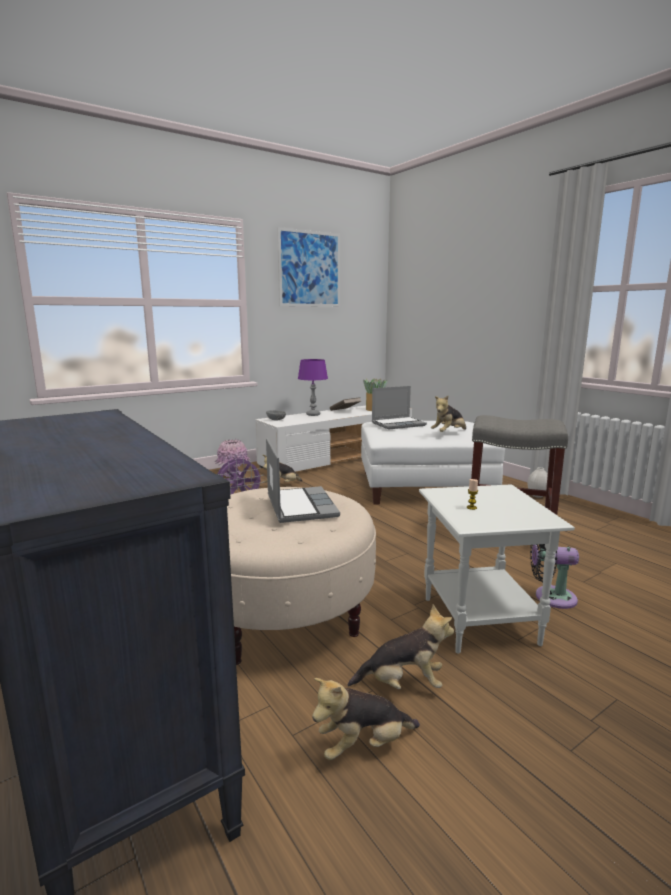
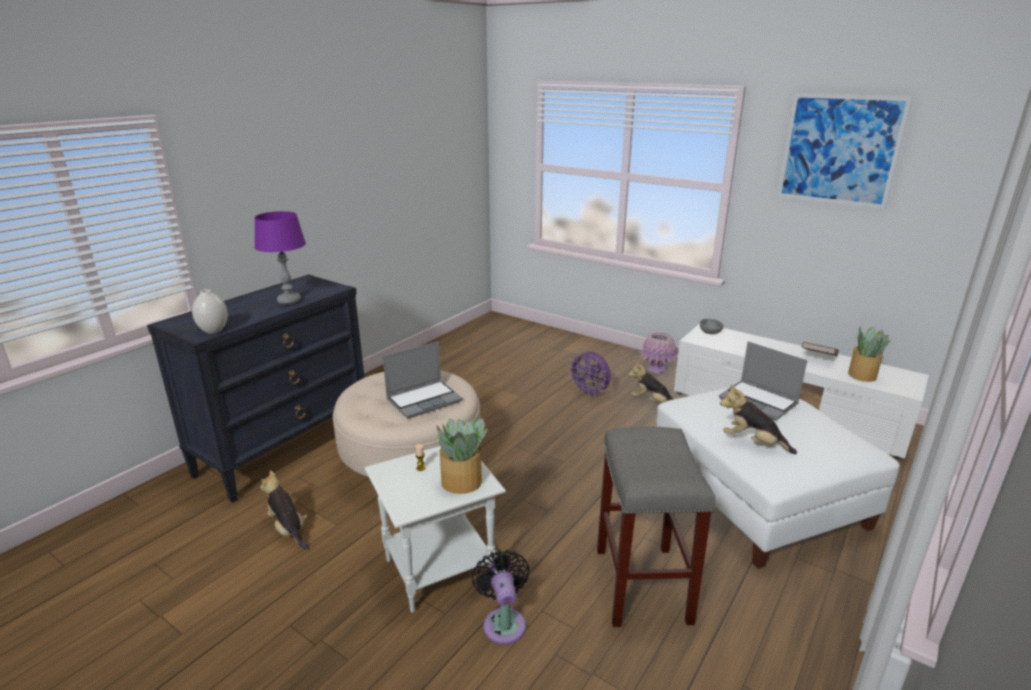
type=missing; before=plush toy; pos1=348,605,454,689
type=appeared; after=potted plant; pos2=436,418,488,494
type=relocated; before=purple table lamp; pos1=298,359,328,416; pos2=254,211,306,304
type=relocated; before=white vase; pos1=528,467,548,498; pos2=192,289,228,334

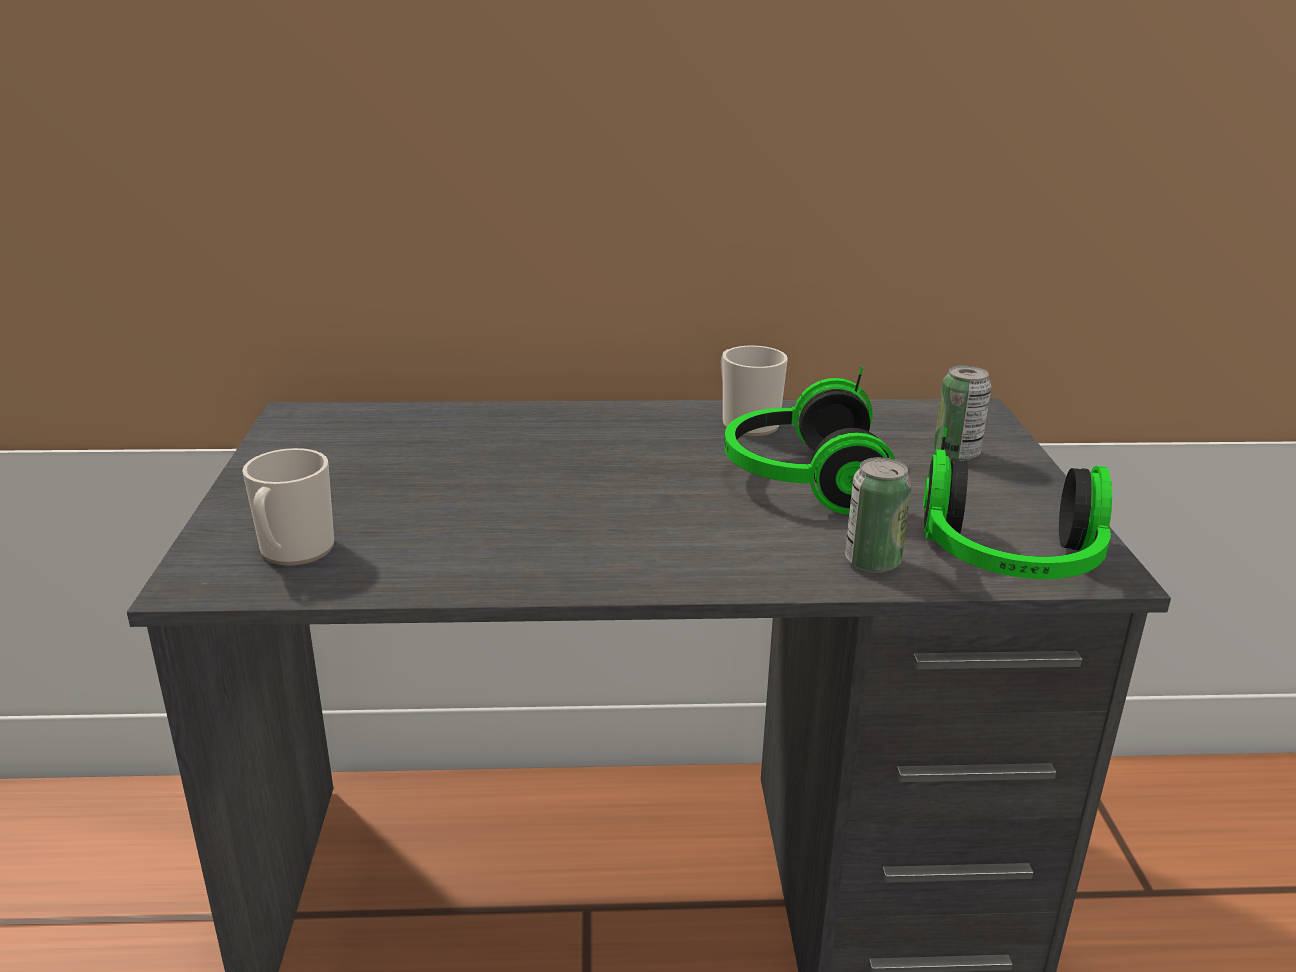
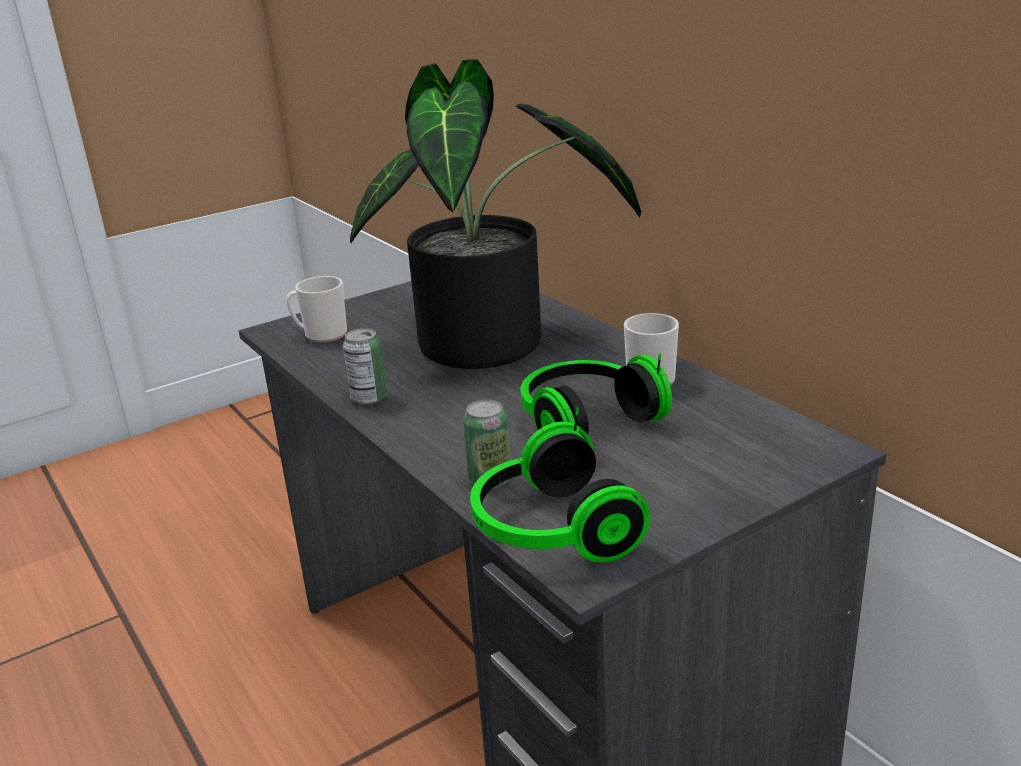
type=appeared; after=potted plant; pos2=350,59,641,369
type=relocated; before=can; pos1=934,365,991,461; pos2=343,328,387,405

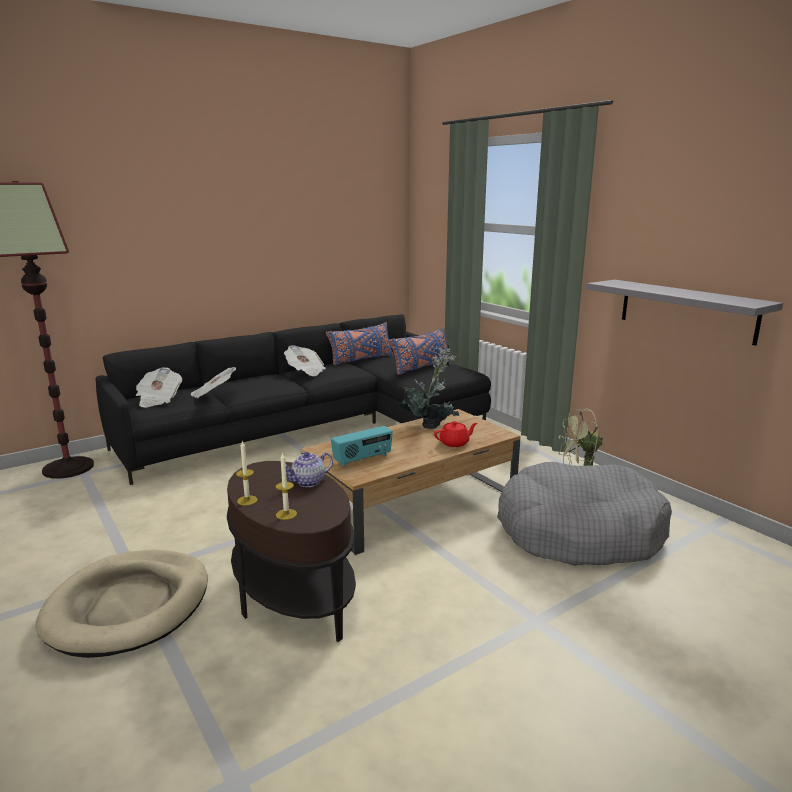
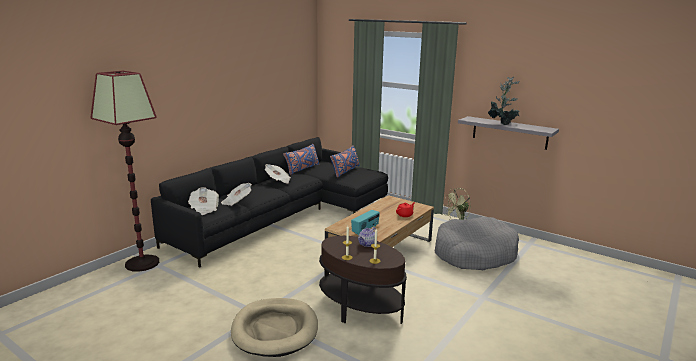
type=relocated; before=potted plant; pos1=399,347,460,429; pos2=488,77,520,125

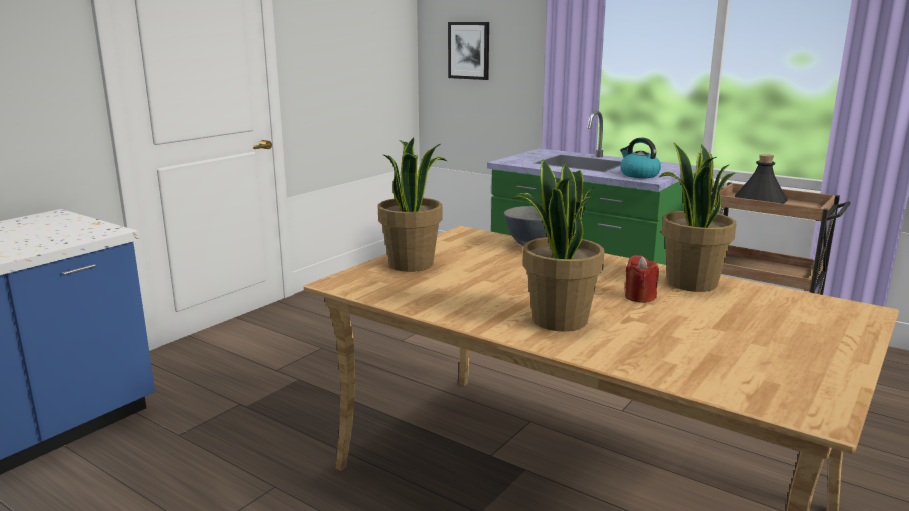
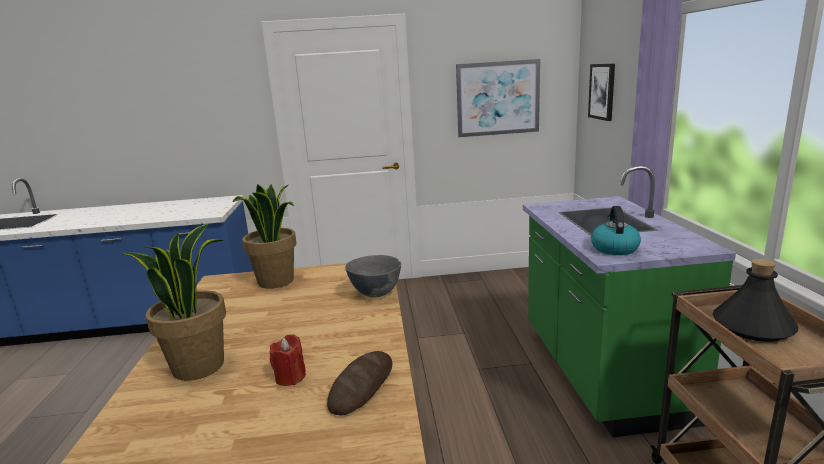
type=appeared; after=picture; pos2=456,59,540,137
type=exchanged; before=potted plant; after=bread; pos1=659,143,736,292; pos2=327,351,392,415

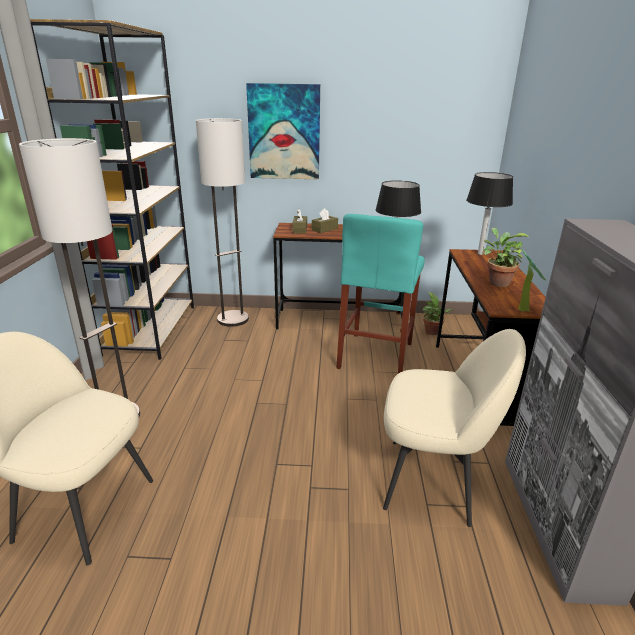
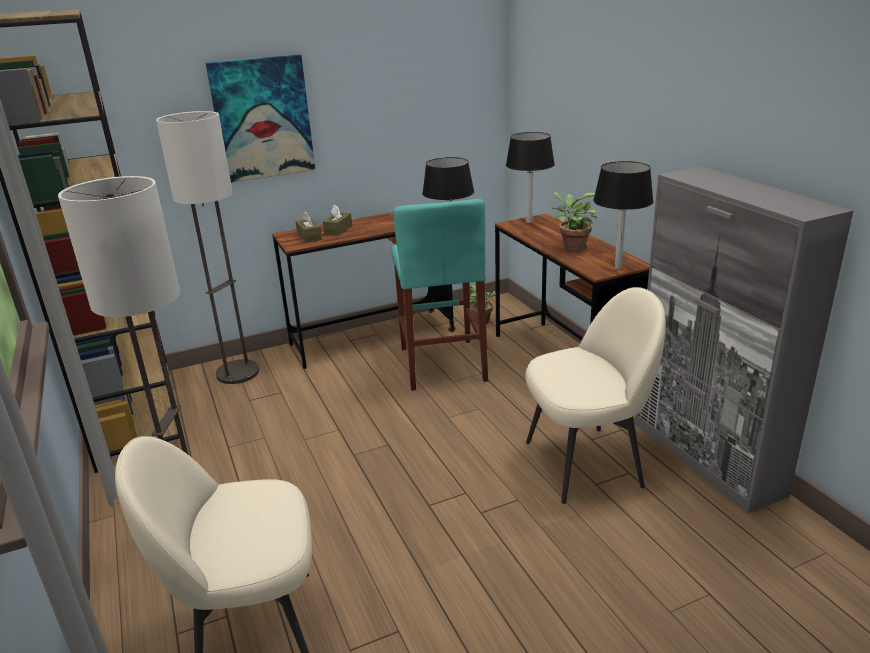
type=exchanged; before=potted plant; after=black table lamp; pos1=518,249,546,312; pos2=593,161,654,269

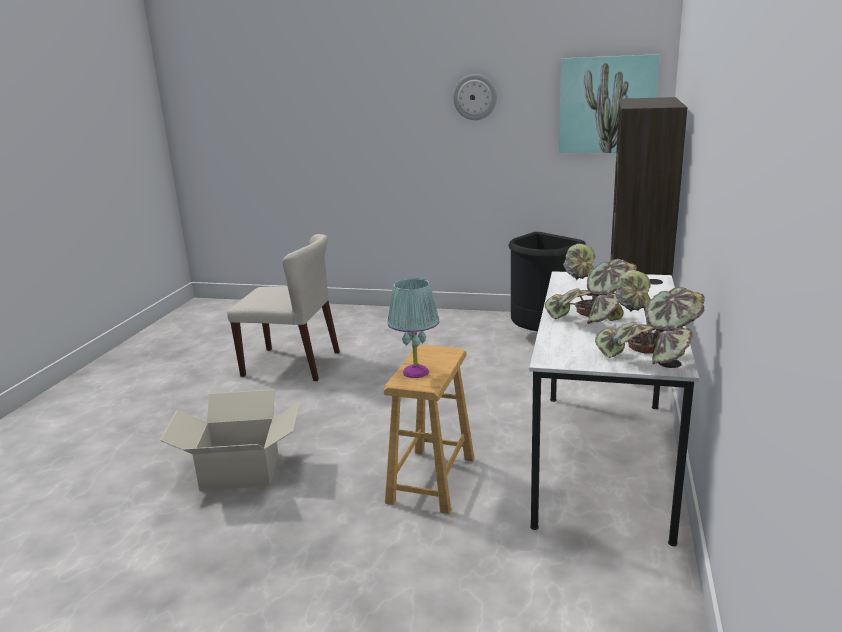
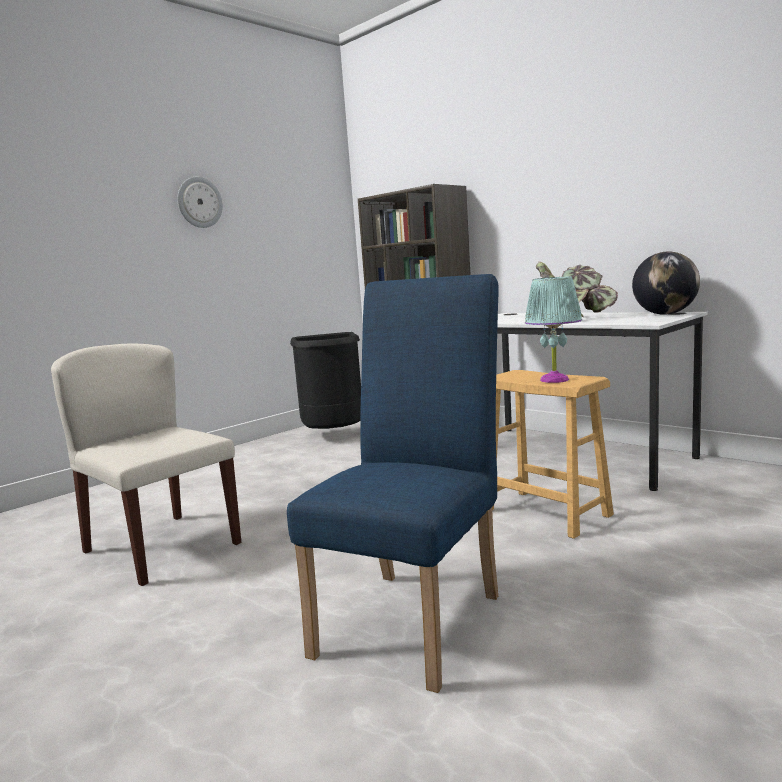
type=missing; before=picture; pos1=559,54,660,153
type=exchanged; before=cardboard box; after=blue chair; pos1=159,389,300,491; pos2=287,274,499,693
type=exchanged; before=potted plant; after=globe; pos1=595,270,705,365; pos2=632,252,700,315
type=spun; before=beige chair; pos1=227,234,340,381; pos2=51,344,241,586; turn=-90

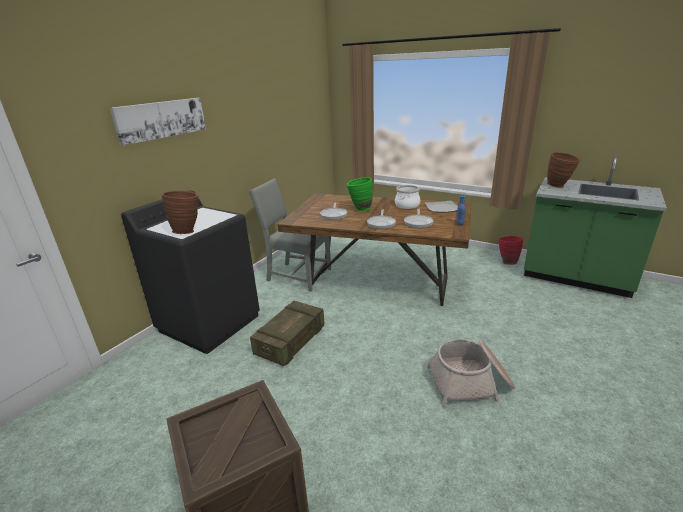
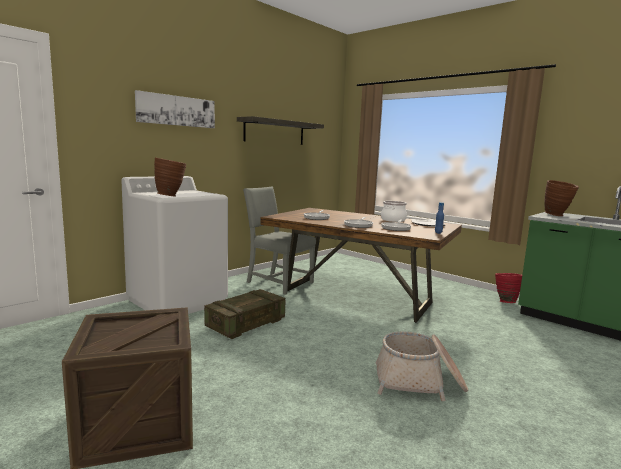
type=missing; before=green vase; pos1=347,177,373,212
type=appeared; after=shelf; pos2=237,116,324,145
type=colour; before=black washing machine; after=white washing machine; pos1=121,190,260,354; pos2=121,176,228,314

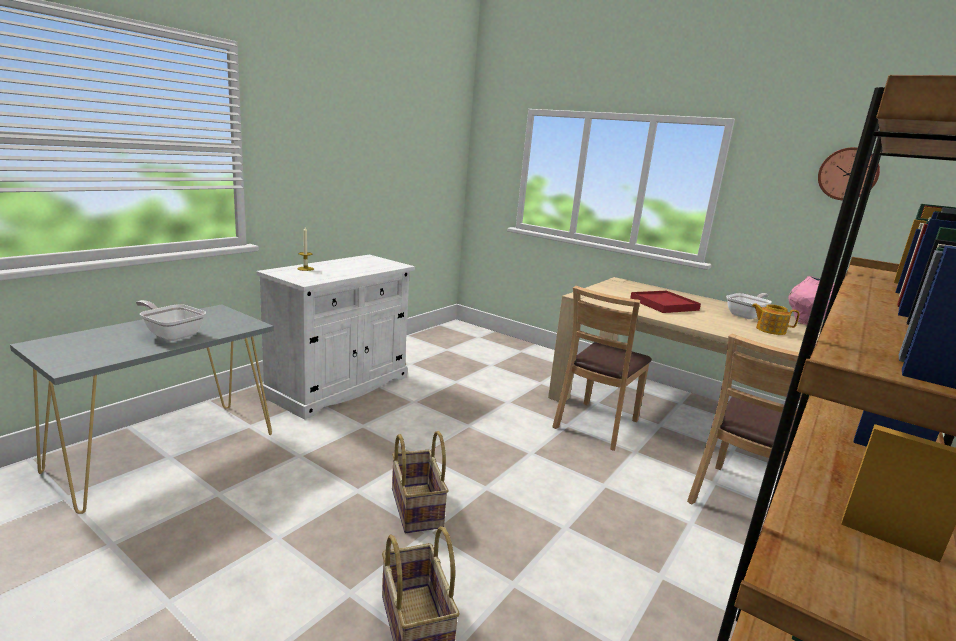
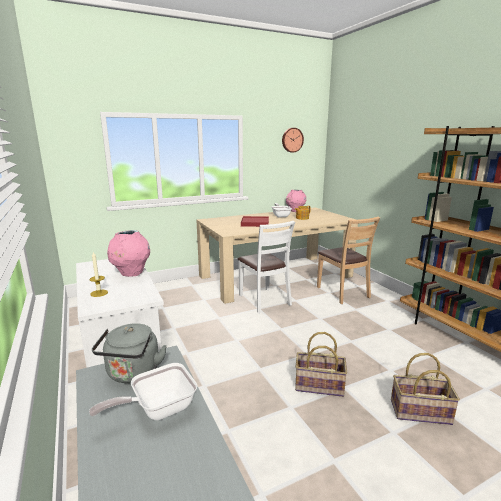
type=appeared; after=grey kettle; pos2=92,323,167,383
type=appeared; after=pink vase; pos2=107,230,150,277
type=colour; before=brown chair; after=white chair; pos1=552,286,652,451; pos2=238,221,295,314

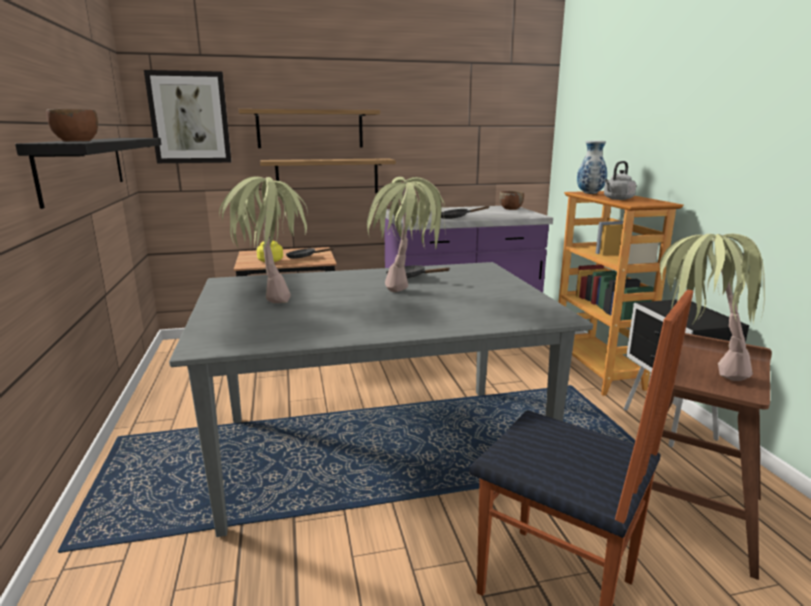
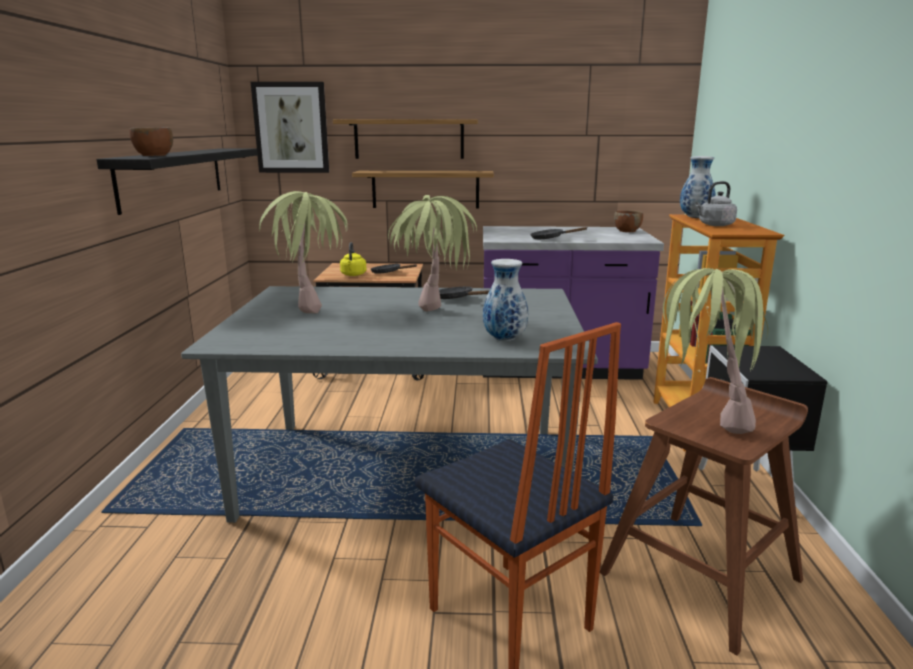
type=appeared; after=vase; pos2=483,259,528,341

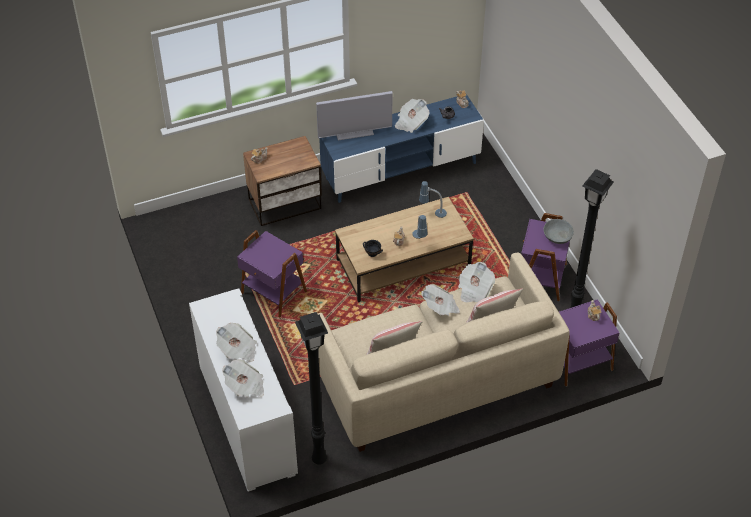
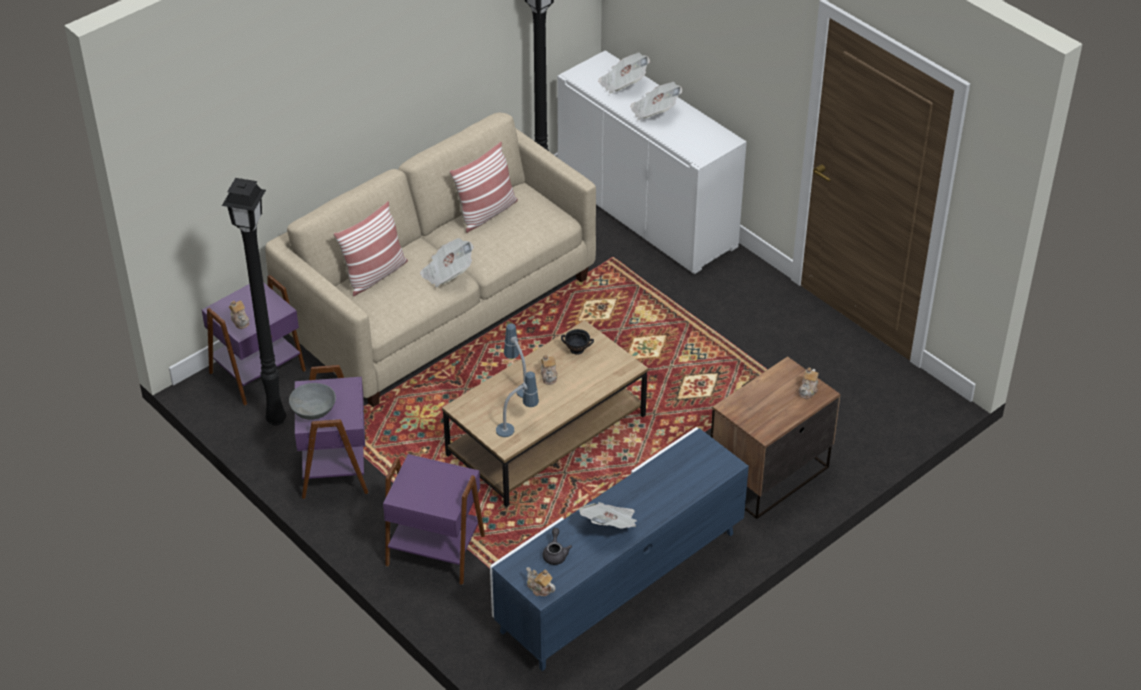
type=missing; before=television; pos1=316,91,393,140
type=missing; before=newspaper; pos1=458,262,495,302
type=relocated; before=purple side table; pos1=237,230,307,317; pos2=383,454,485,585

